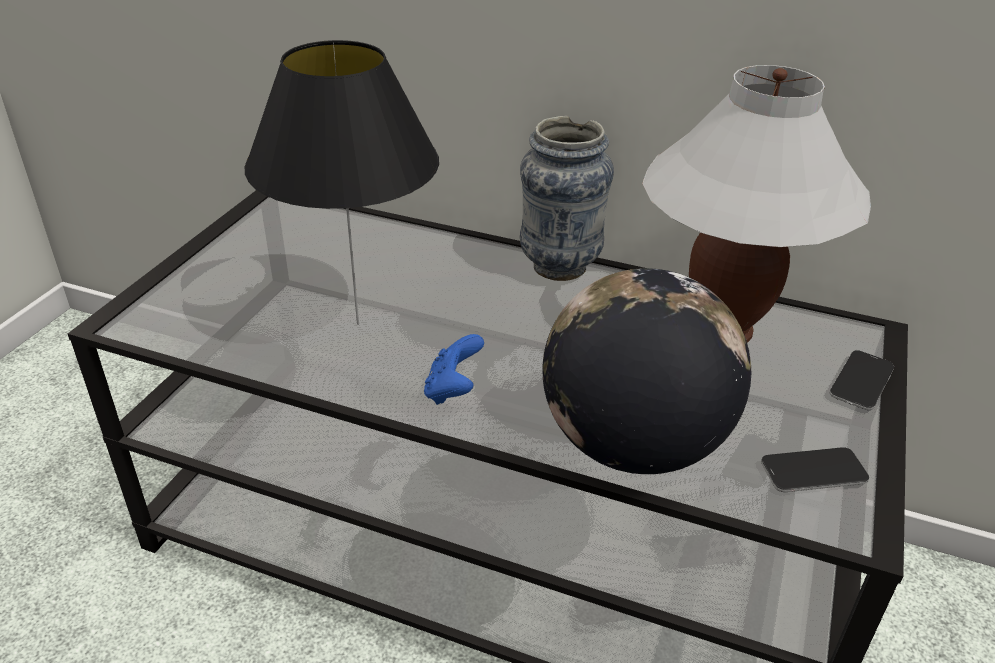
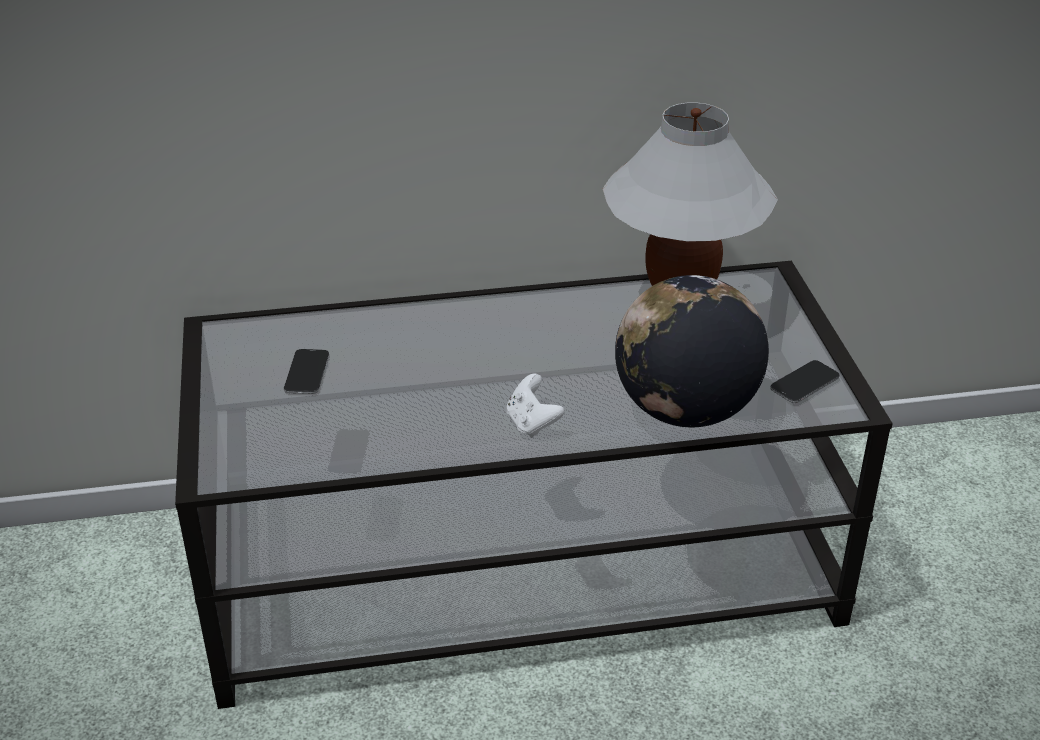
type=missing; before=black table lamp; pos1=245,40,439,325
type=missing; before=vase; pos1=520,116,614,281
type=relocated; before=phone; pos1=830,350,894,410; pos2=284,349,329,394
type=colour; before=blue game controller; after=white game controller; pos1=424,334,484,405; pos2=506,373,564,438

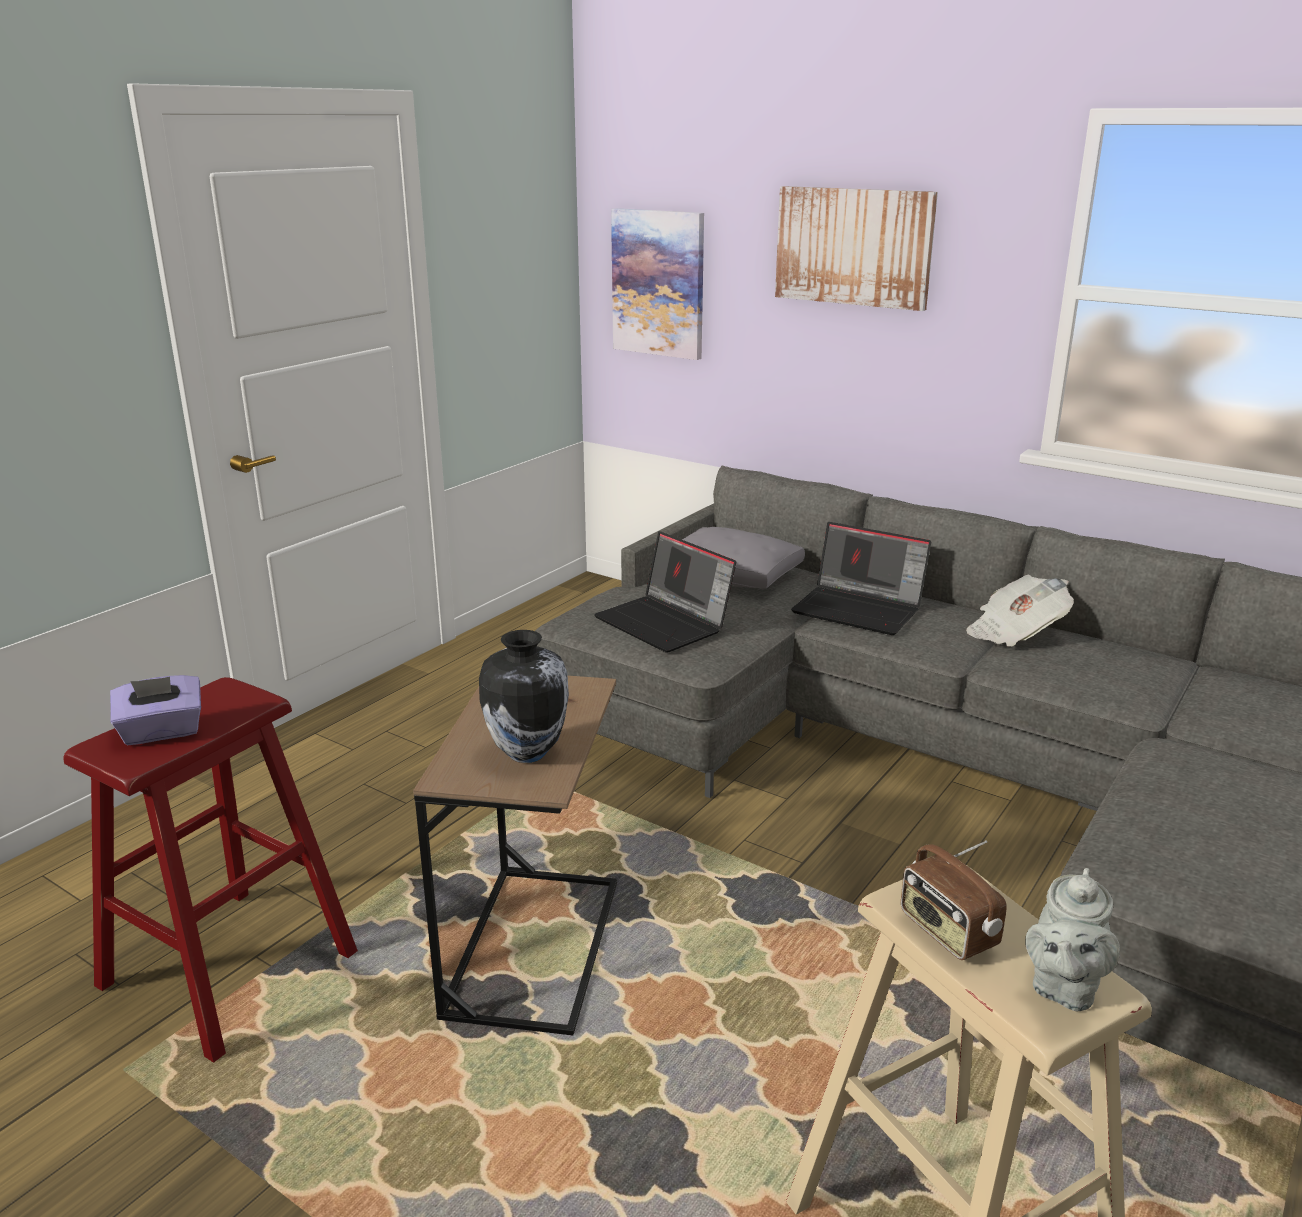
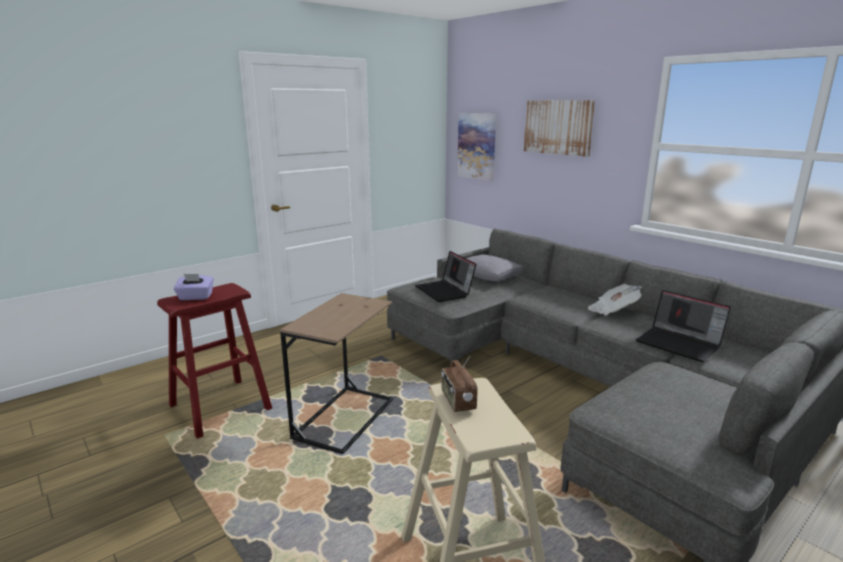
type=missing; before=vase; pos1=479,630,569,763
type=missing; before=grey teapot; pos1=1025,868,1120,1011
type=relocated; before=laptop; pos1=791,522,931,635; pos2=636,290,731,362

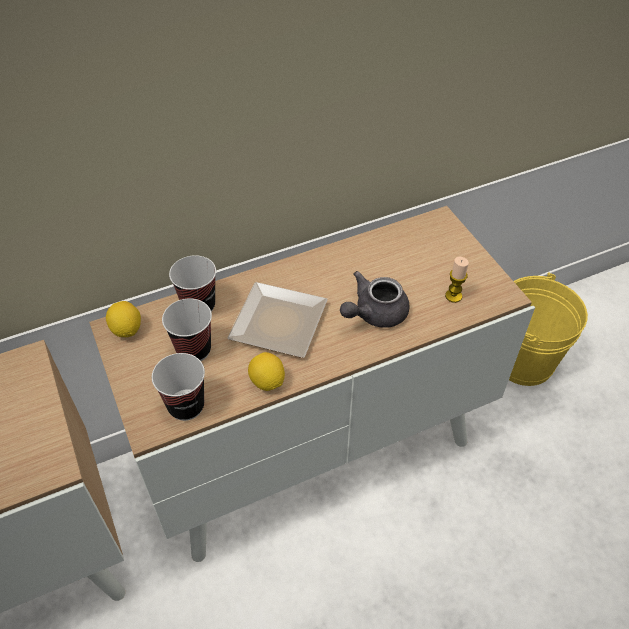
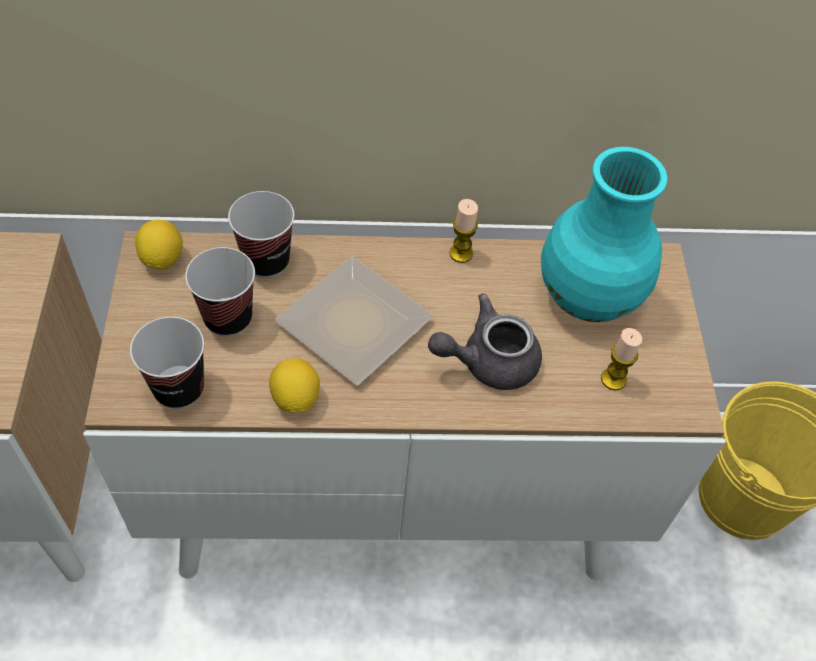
type=appeared; after=candle; pos2=449,199,478,263
type=appeared; after=turquoise vase; pos2=541,147,667,322

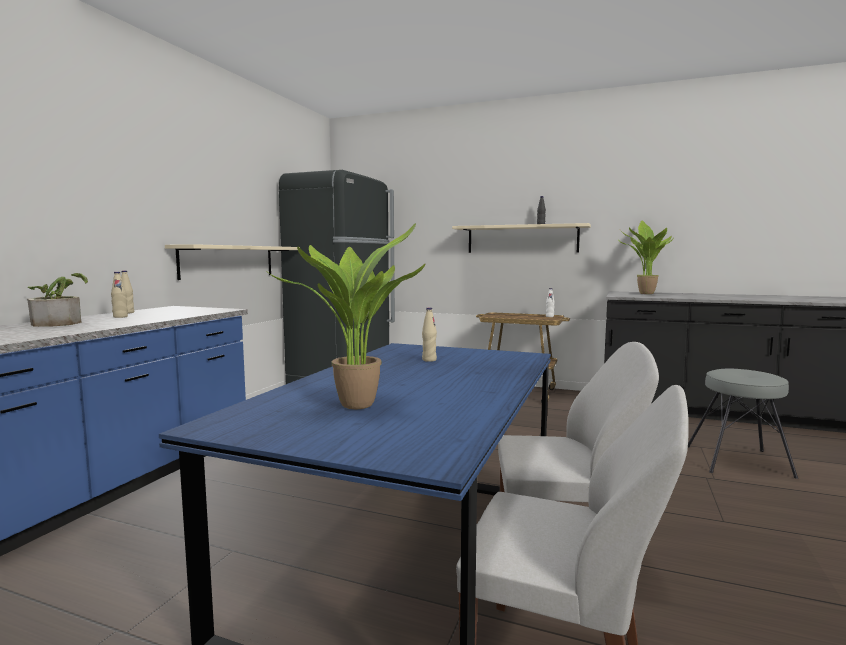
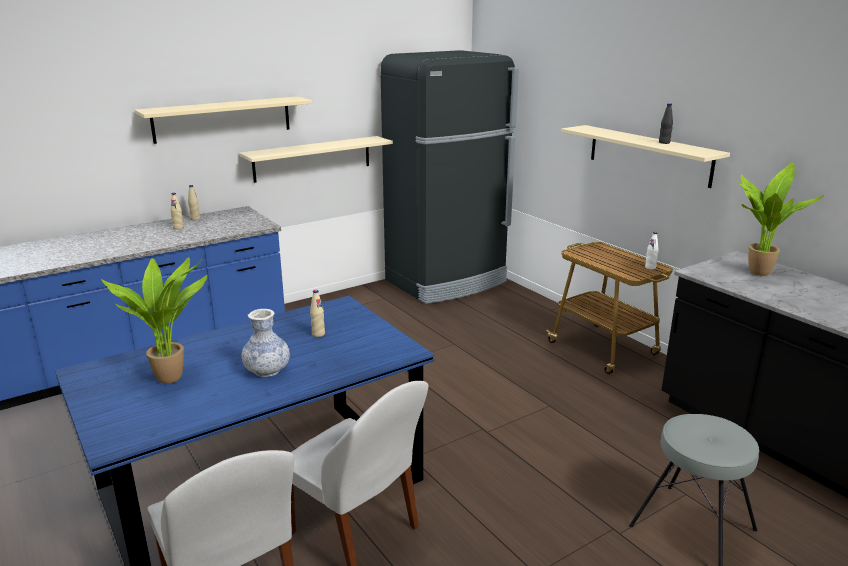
type=missing; before=potted plant; pos1=27,273,88,327
type=appeared; after=beige shelf; pos2=135,96,312,144
type=appeared; after=vase; pos2=241,309,290,377

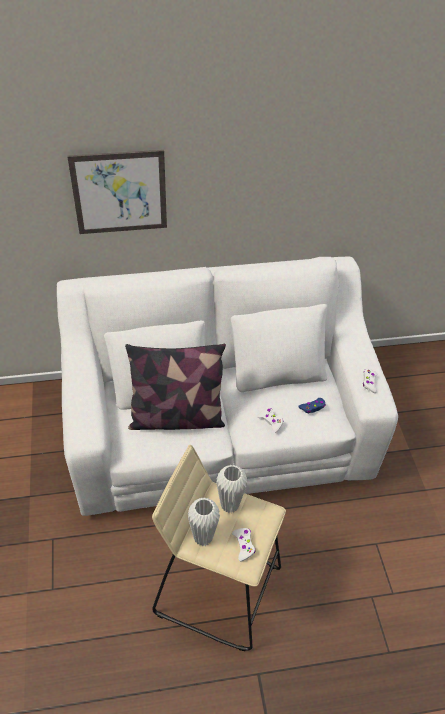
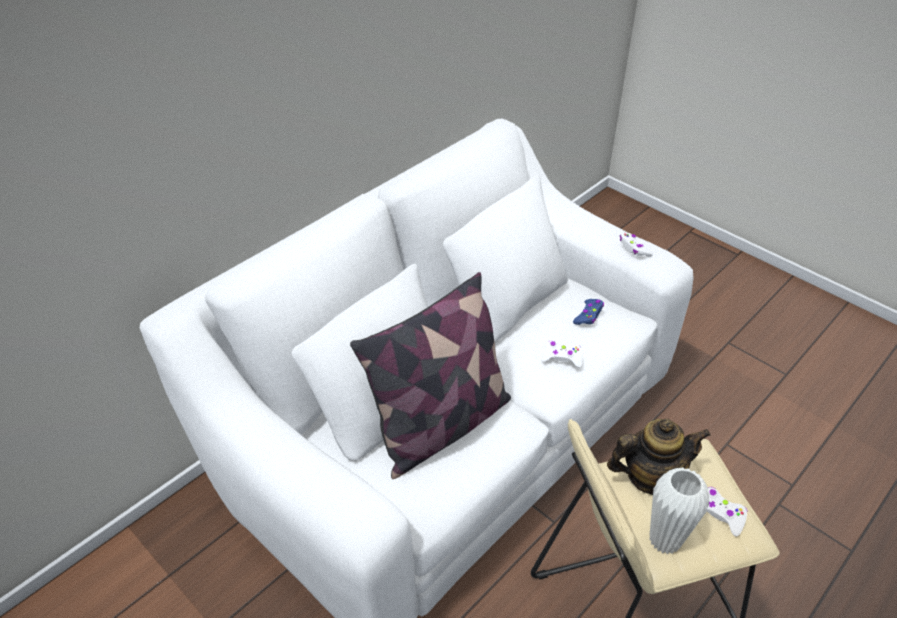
type=missing; before=picture; pos1=67,150,167,234
type=exchanged; before=white vase; after=teapot; pos1=216,465,247,513; pos2=607,419,711,495

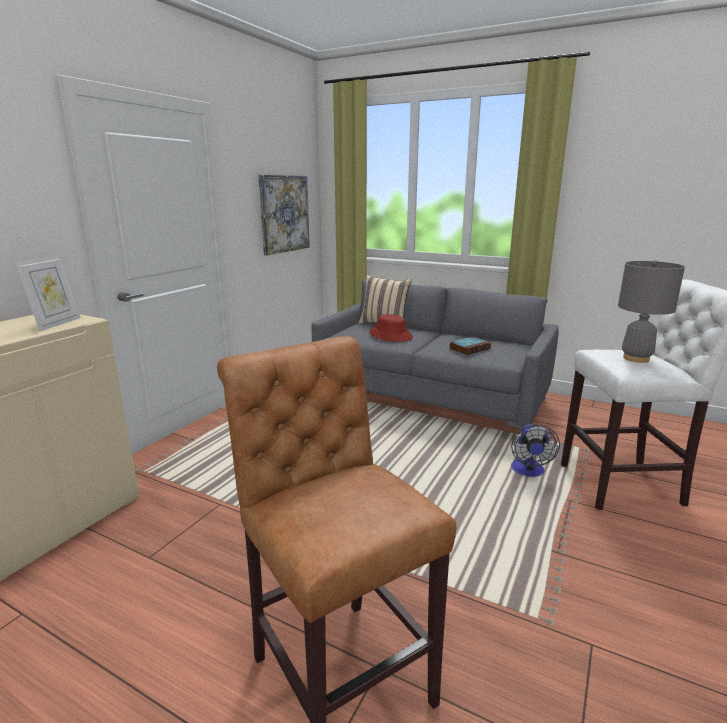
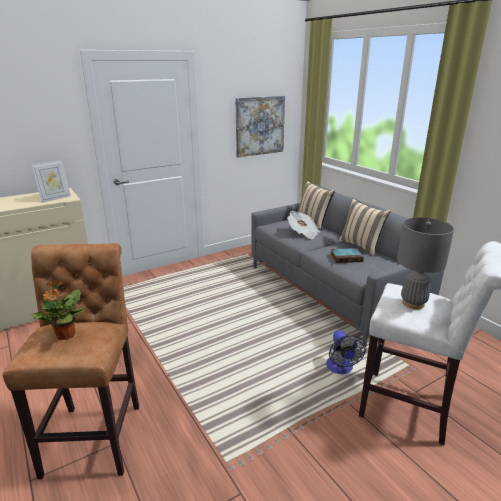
type=appeared; after=potted plant; pos2=31,280,85,340
type=appeared; after=beige pillow; pos2=338,199,390,256
type=exchanged; before=red hat; after=newspaper; pos1=369,314,413,342; pos2=287,211,320,239
type=spun; before=fan; pos1=511,424,560,477; pos2=326,330,366,374; turn=-45

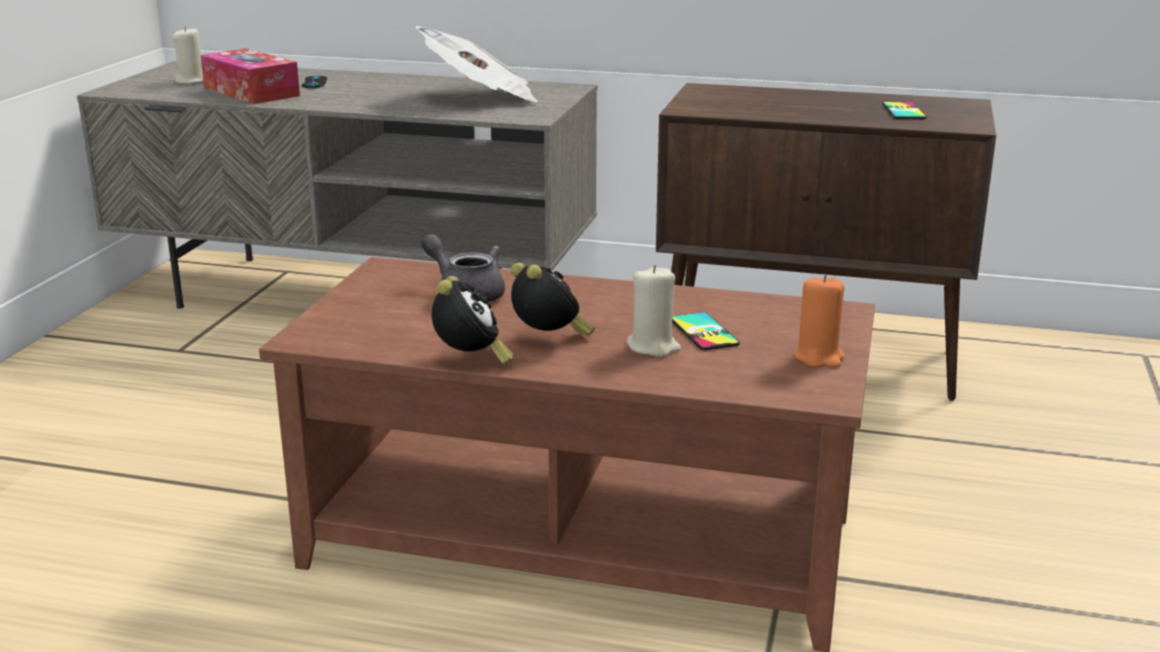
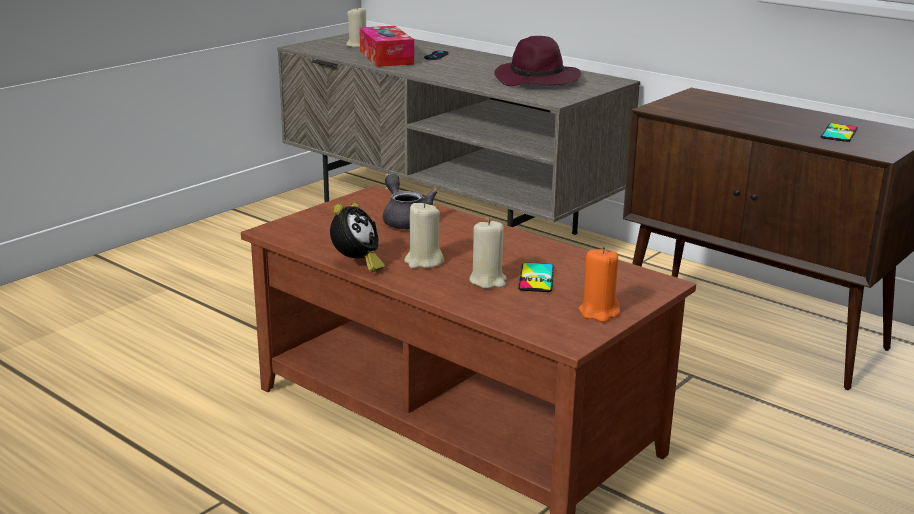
type=exchanged; before=newspaper; after=purple hat; pos1=415,26,538,102; pos2=494,36,581,86
type=exchanged; before=alarm clock; after=beige candle; pos1=511,262,595,336; pos2=404,202,444,268

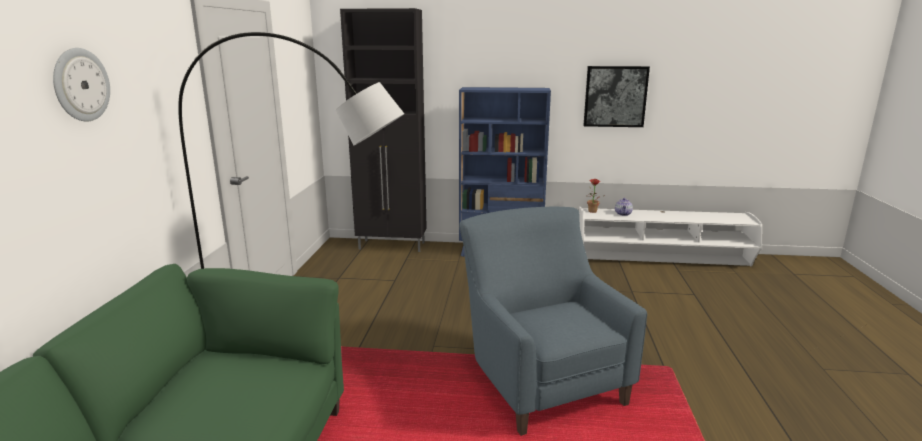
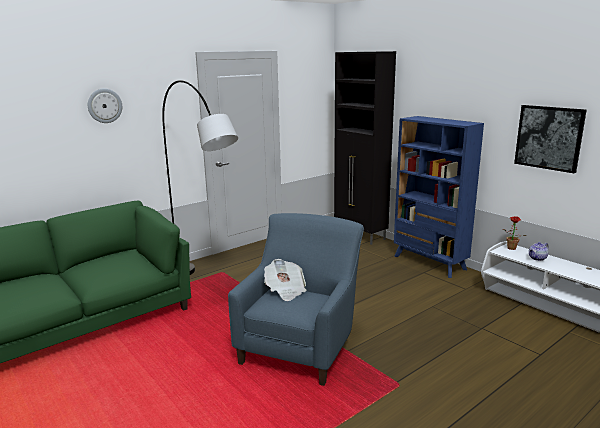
type=appeared; after=newspaper; pos2=264,259,307,301

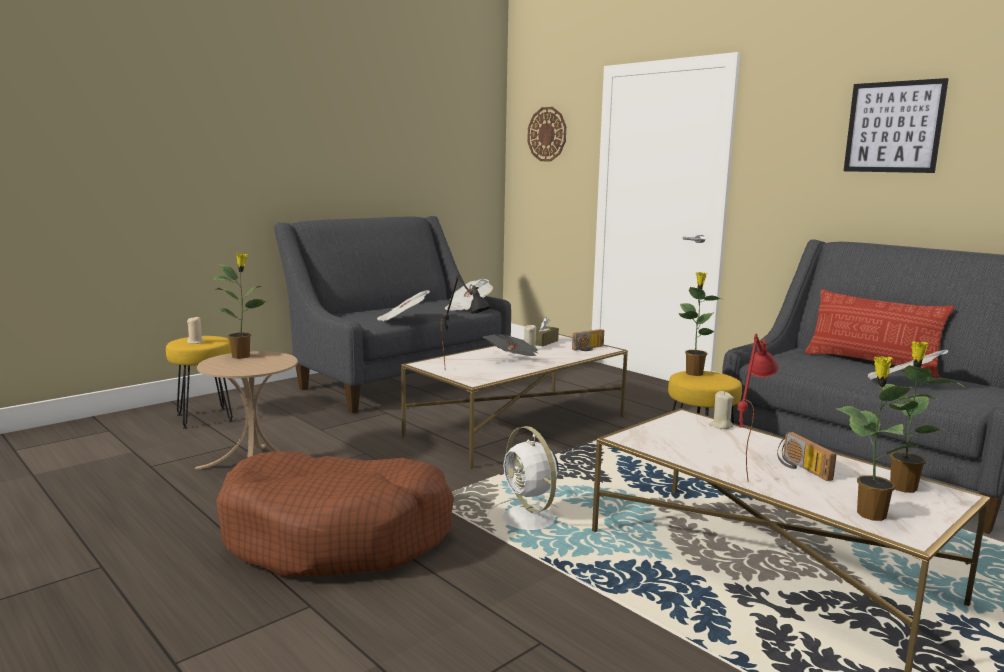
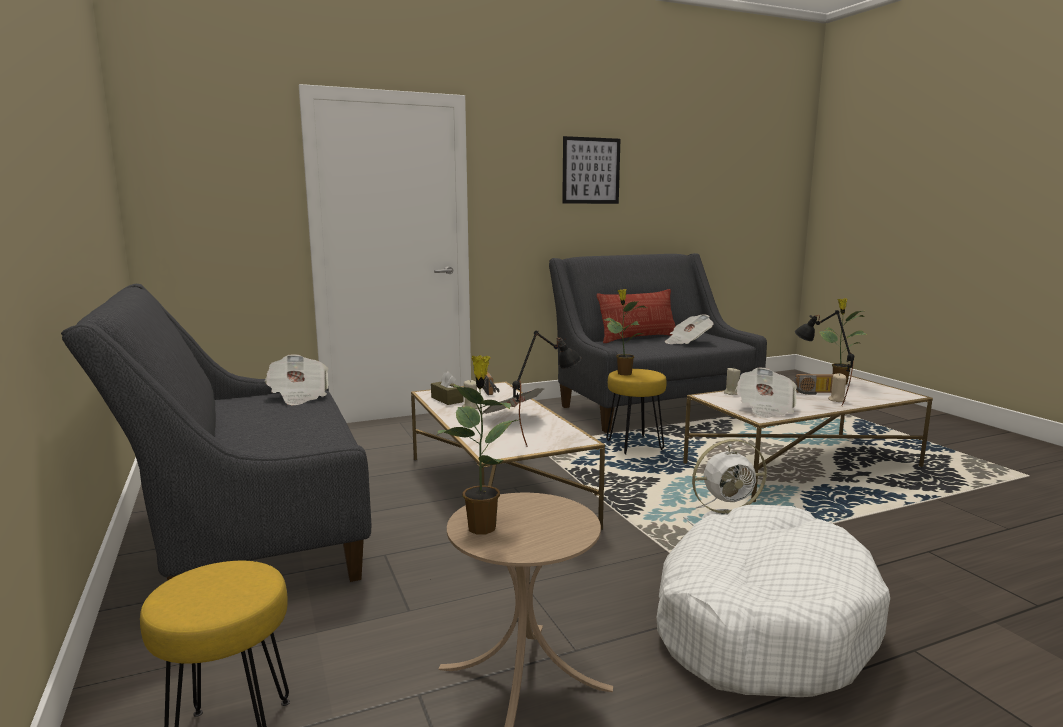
type=missing; before=wall clock; pos1=527,107,566,161
type=missing; before=potted plant; pos1=837,356,936,521
type=relocated; before=beige candle; pos1=187,316,204,344; pos2=828,373,846,402
type=relocated; before=newspaper; pos1=377,290,430,321; pos2=735,367,797,418
type=colour; before=brown dog bed; after=white dog bed; pos1=216,451,454,577; pos2=657,505,890,697
type=colour; before=red table lamp; after=black table lamp; pos1=737,334,778,482; pos2=795,310,854,406

